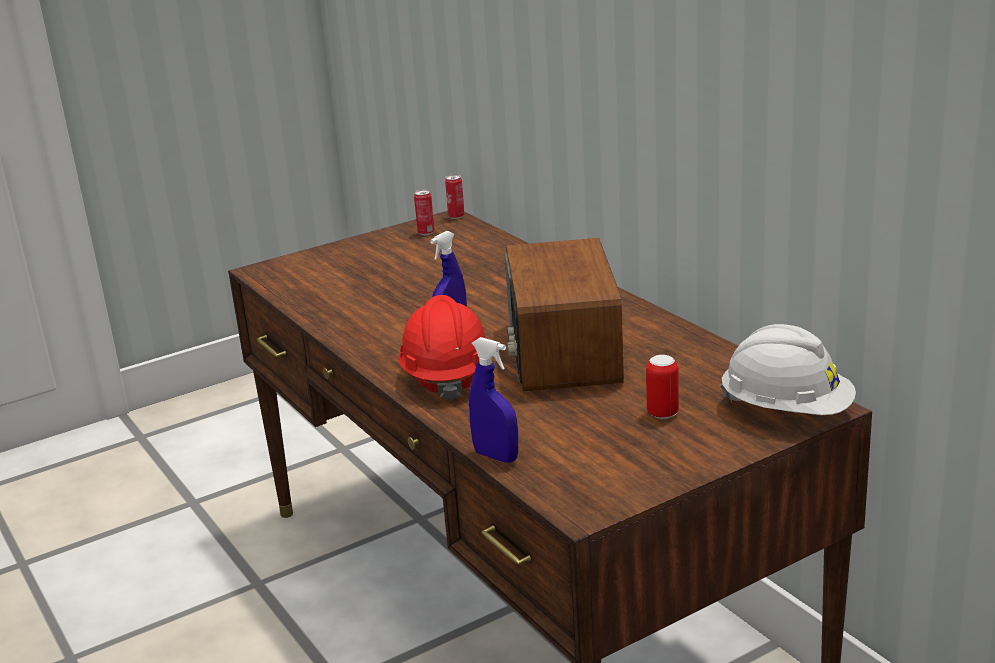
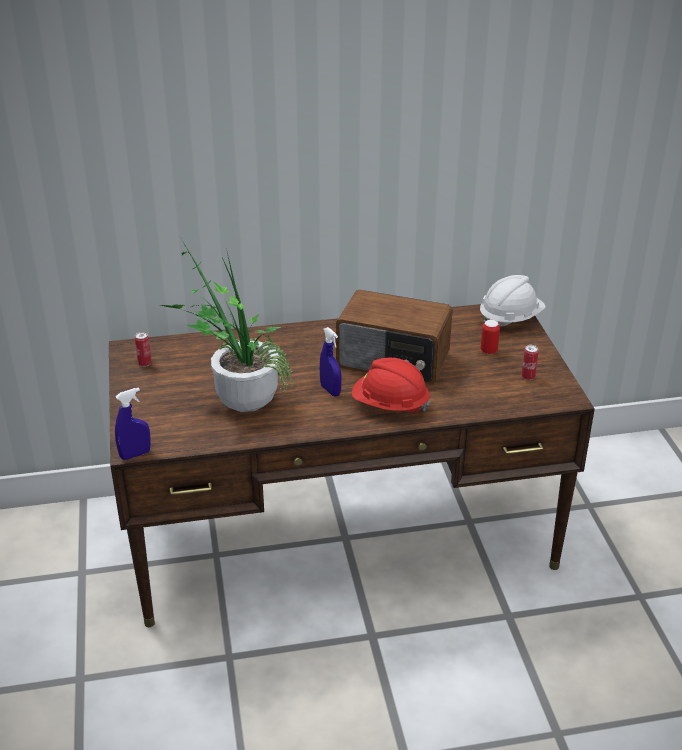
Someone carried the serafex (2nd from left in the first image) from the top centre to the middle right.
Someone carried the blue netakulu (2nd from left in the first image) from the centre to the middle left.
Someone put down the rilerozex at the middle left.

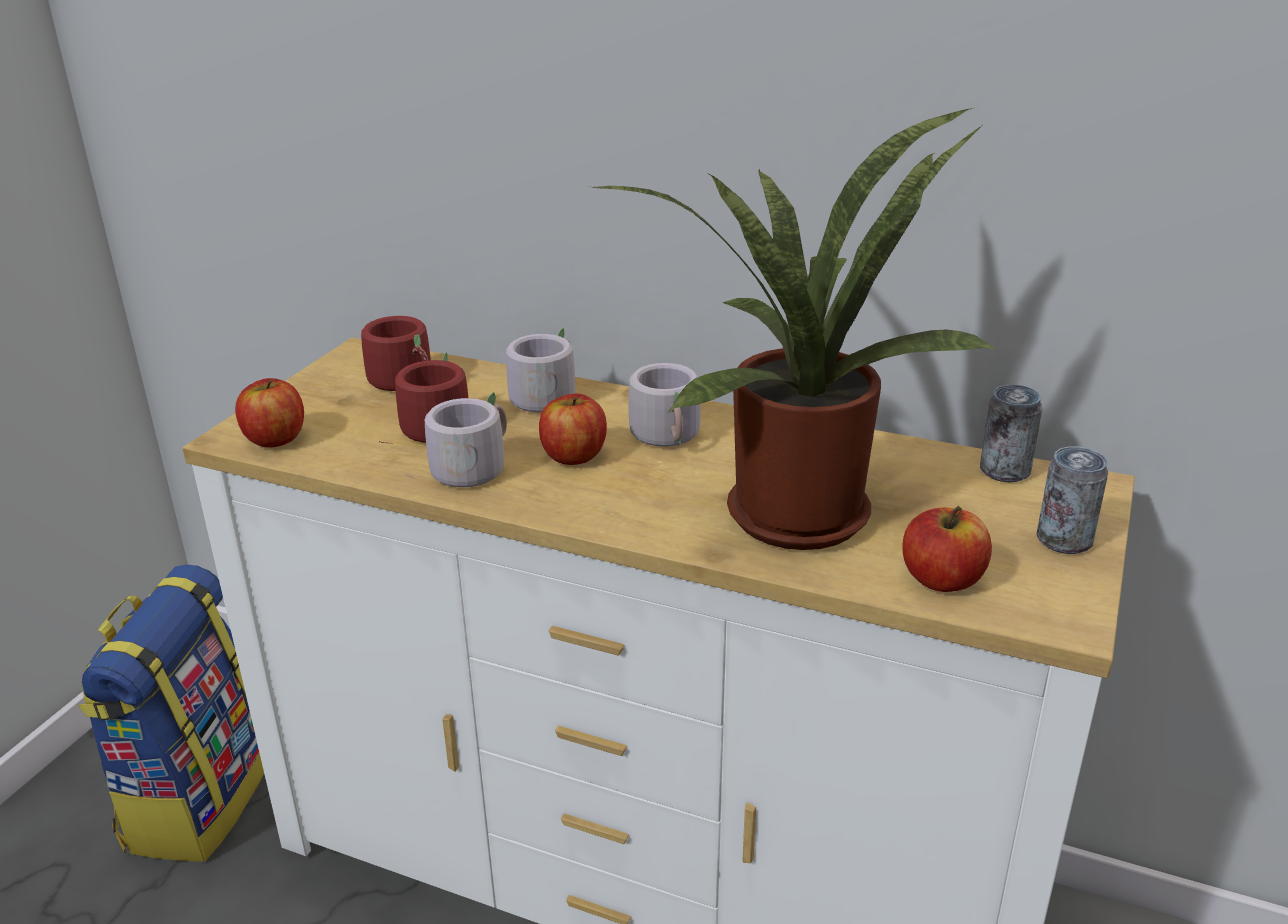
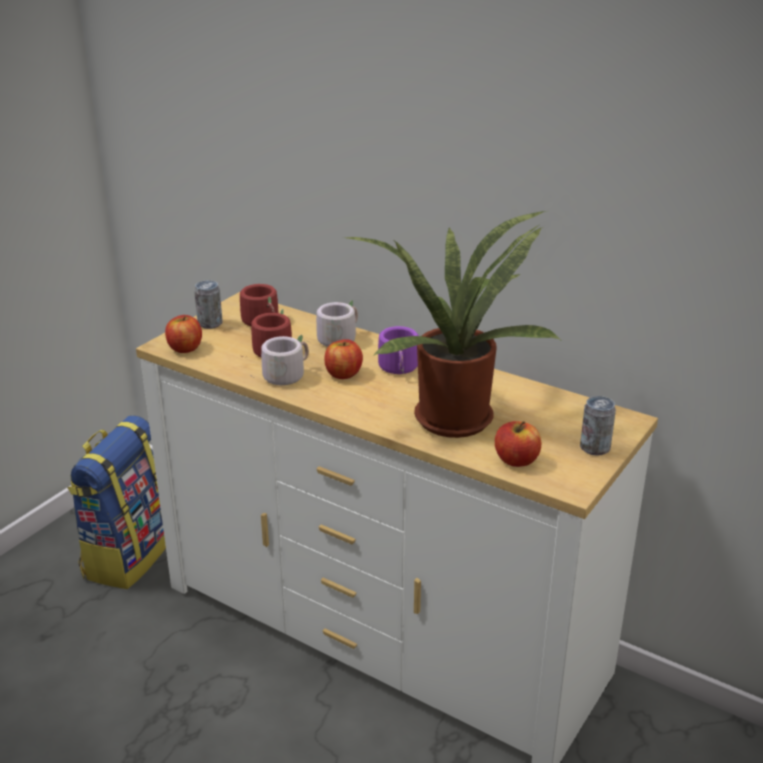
Someone repainted the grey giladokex (3rd from left) at the centre, which became the purple giladokex at the centre.
Someone carried the serafex (1st from left) from the middle right to the middle left.

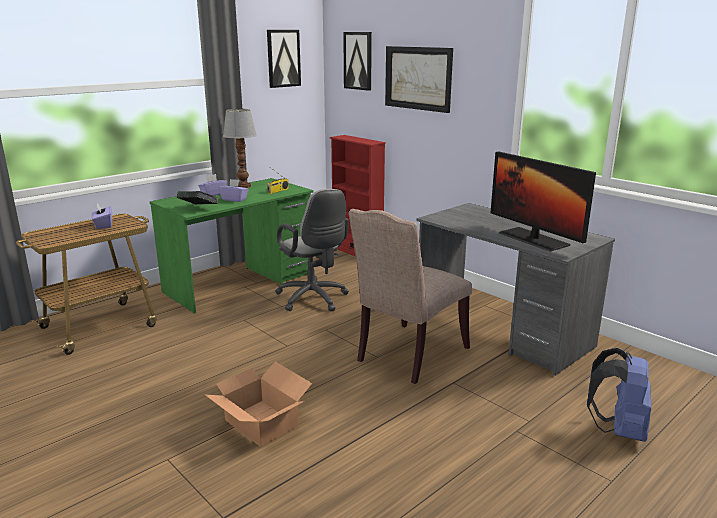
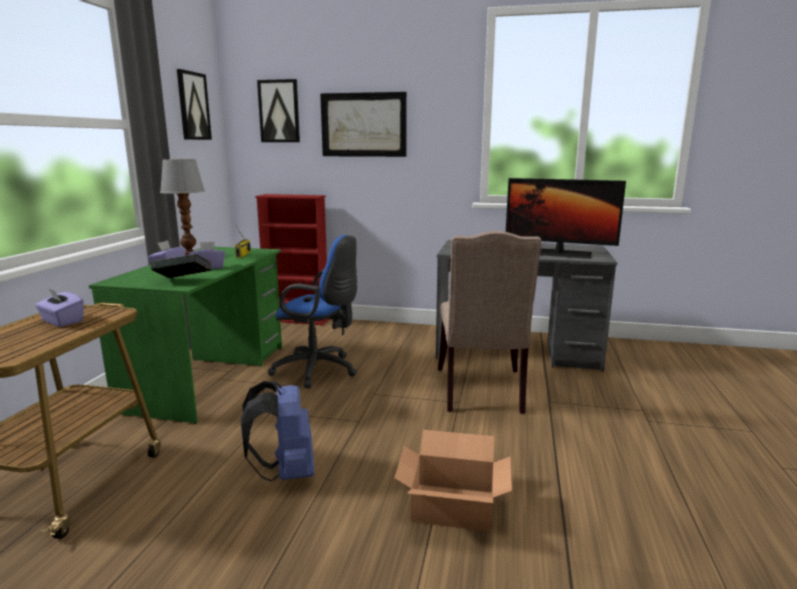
Someone repainted the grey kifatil at the centre, which became the blue kifatil at the centre.
Someone carried the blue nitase from the bottom right to the bottom centre.

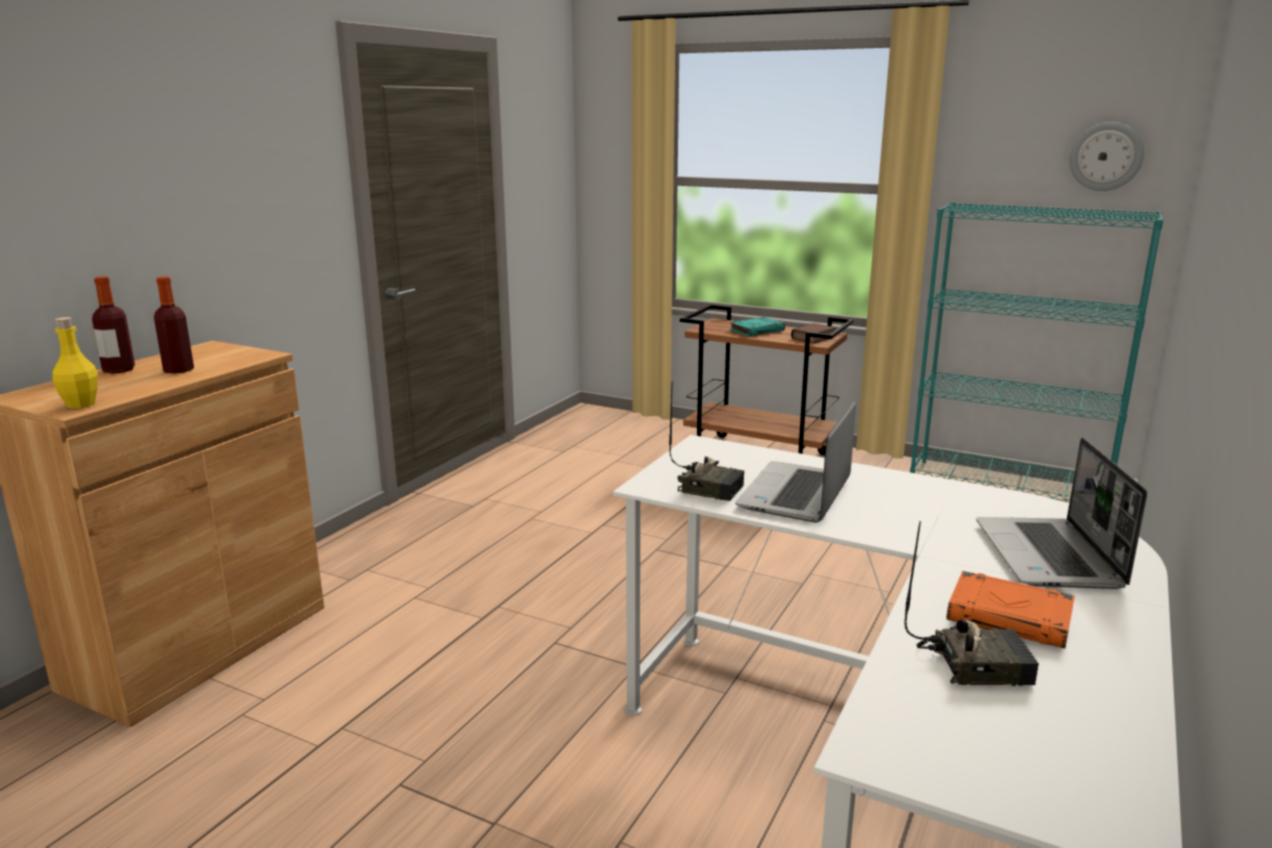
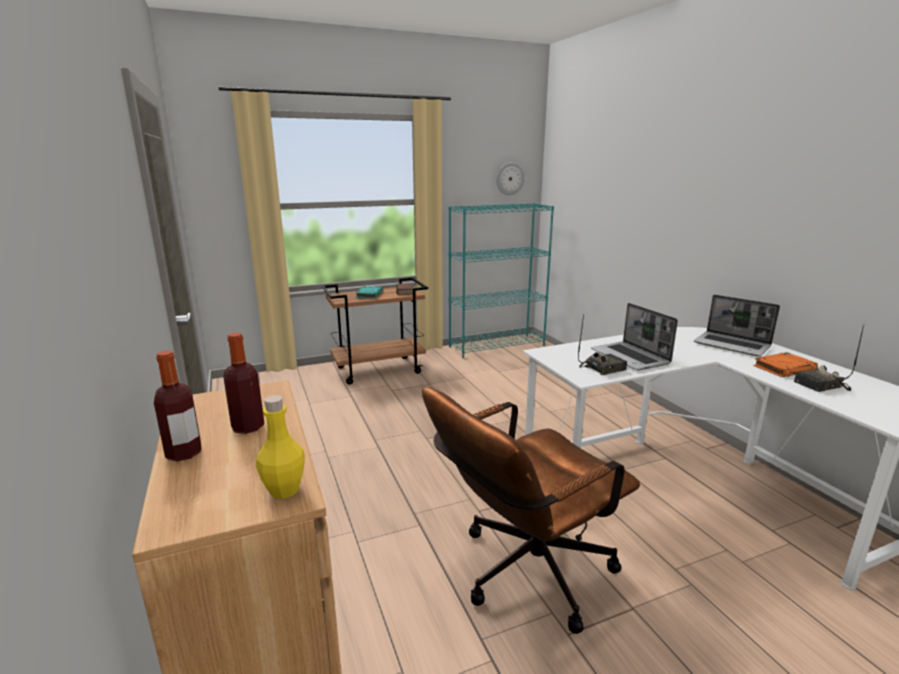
Someone rotated the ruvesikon (2nd from left) at the bottom right by 150 degrees counterclockwise.
Someone put down the brown kifatil at the bottom centre.

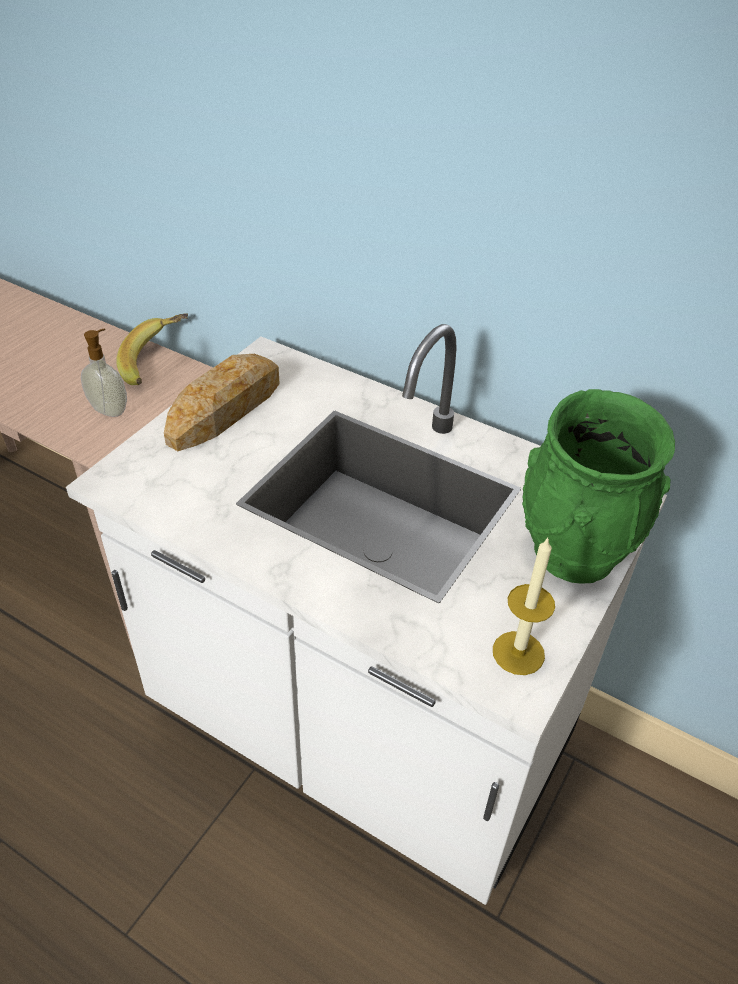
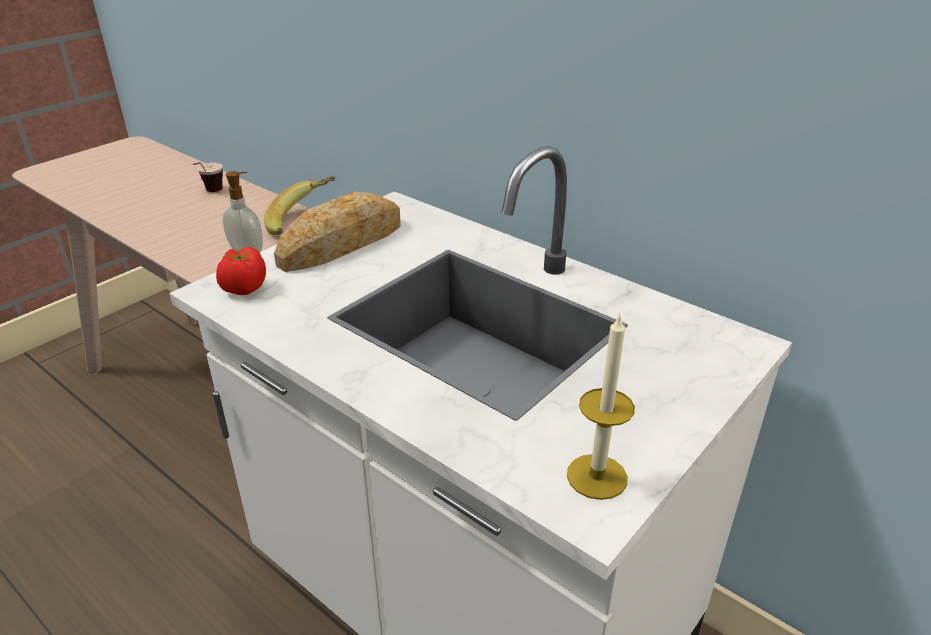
Someone took away the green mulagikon at the middle right.
Someone put down the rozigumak at the top left.
Someone put down the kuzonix at the middle left.

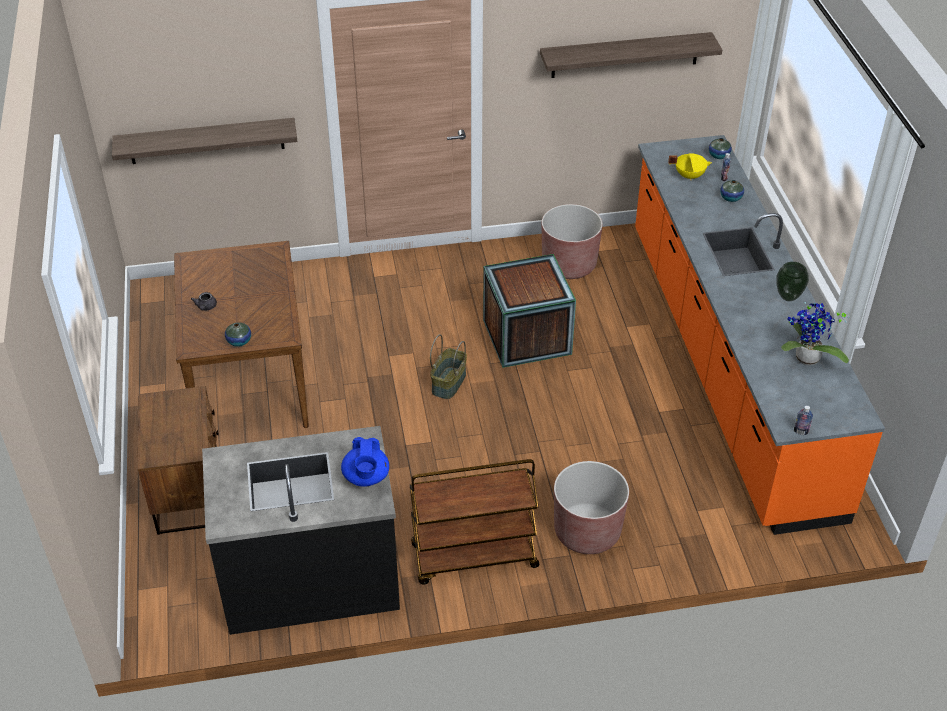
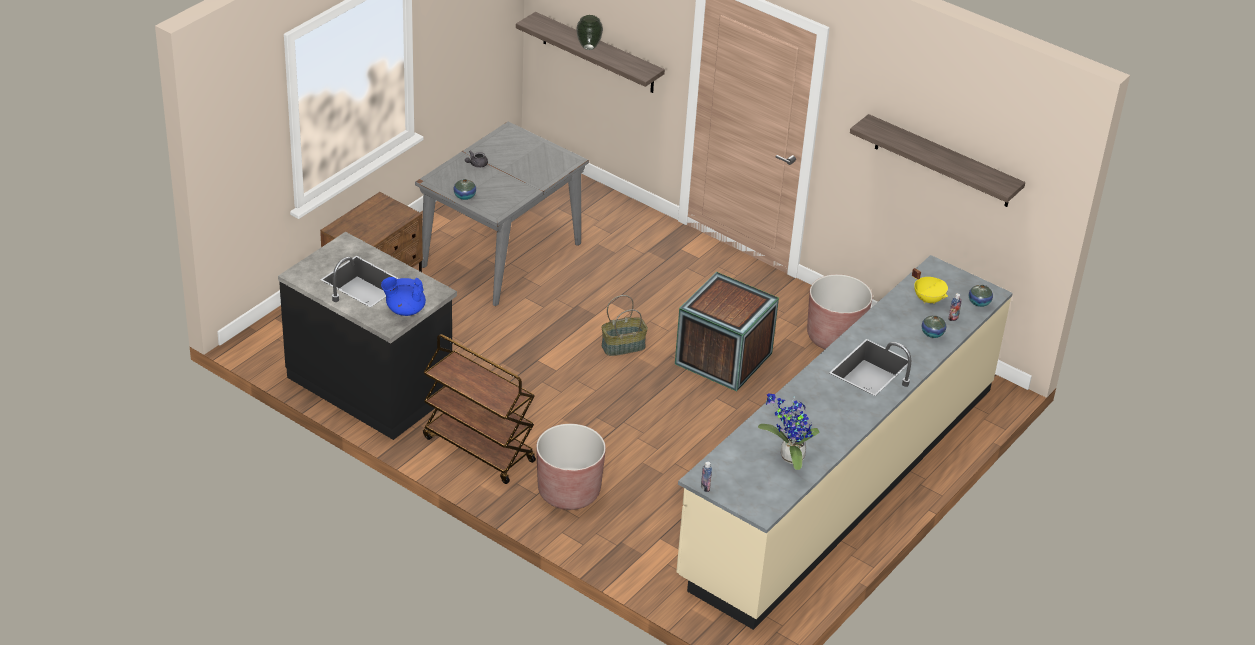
Someone repainted the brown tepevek at the middle left, which became the grey tepevek at the top centre.
Someone rotated the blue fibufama at the centre by 45 degrees clockwise.
Someone repainted the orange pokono at the middle right, which became the beige pokono at the bottom right.
Someone carried the mulagikon (4th from left in the first image) from the middle right to the top centre.

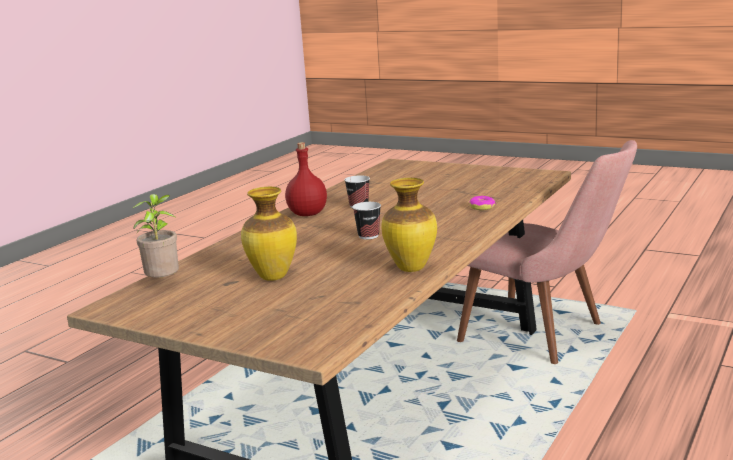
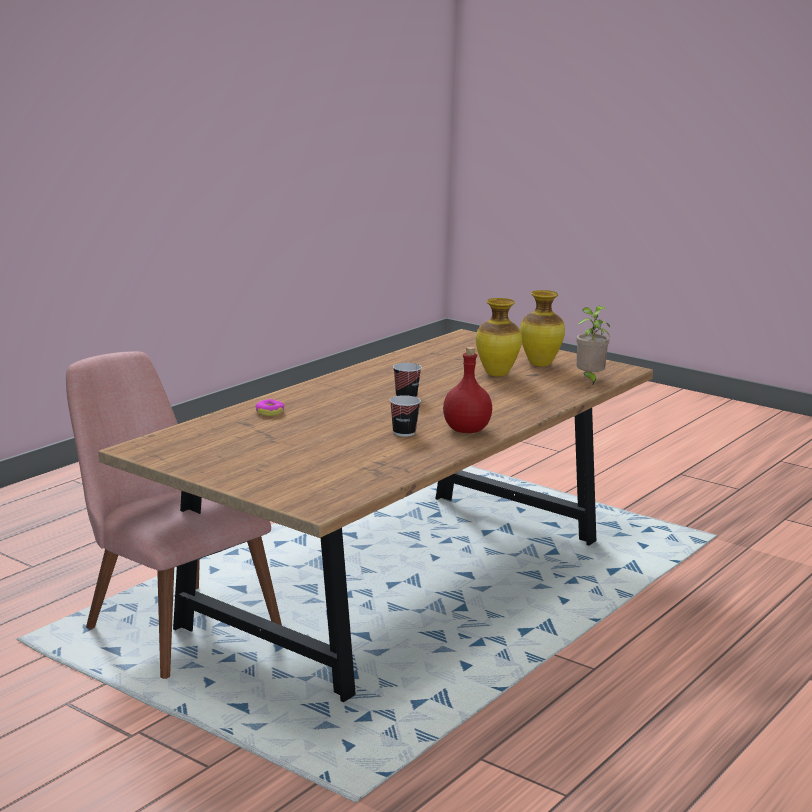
Someone carried the mulagikon (2nd from left) from the centre to the middle right.

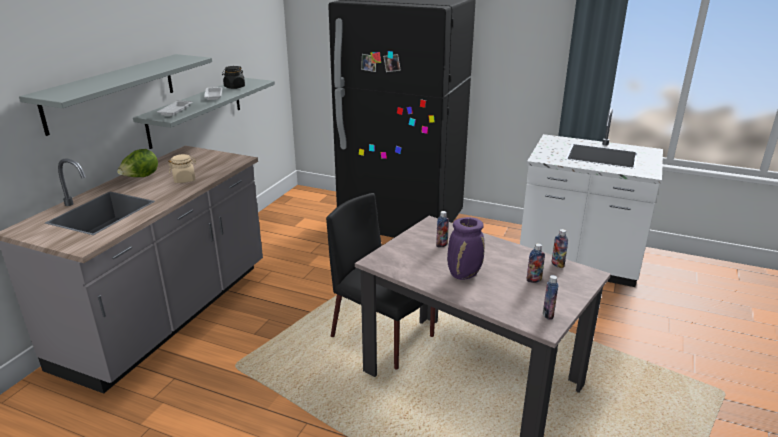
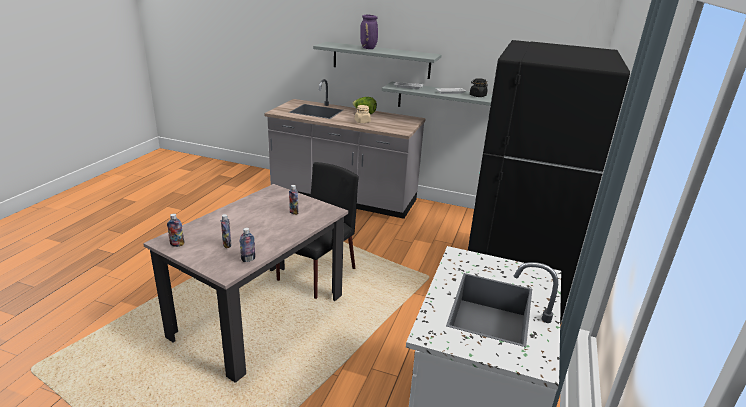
Someone carried the purple mulagikon from the centre to the top centre.

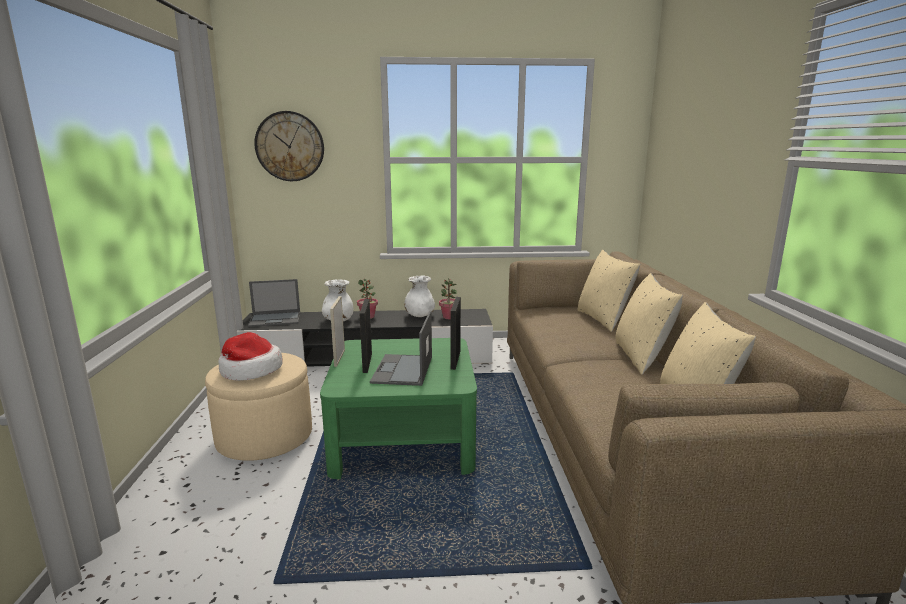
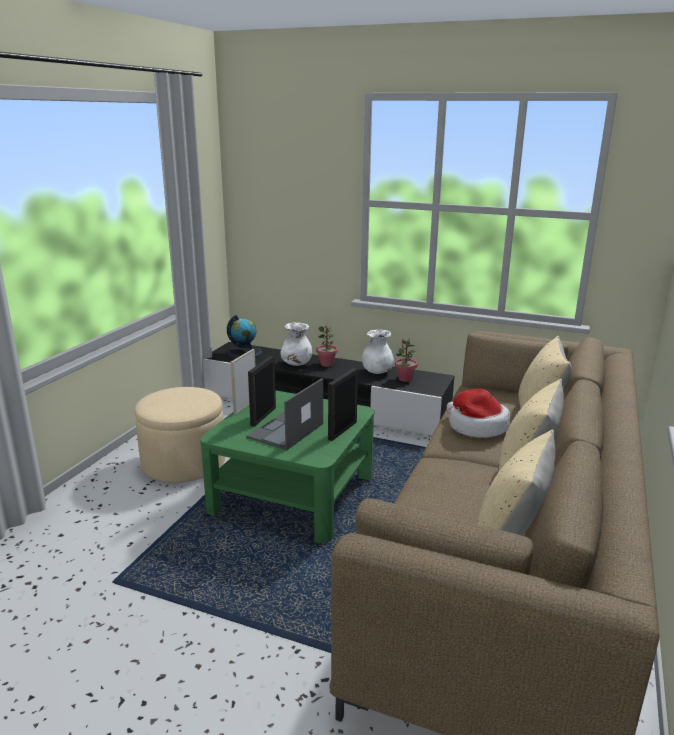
Someone carried the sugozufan from the middle left to the middle right.
Someone swapped the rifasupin (1st from left) at the middle left for the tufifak at the centre.
Someone took away the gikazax at the top left.

